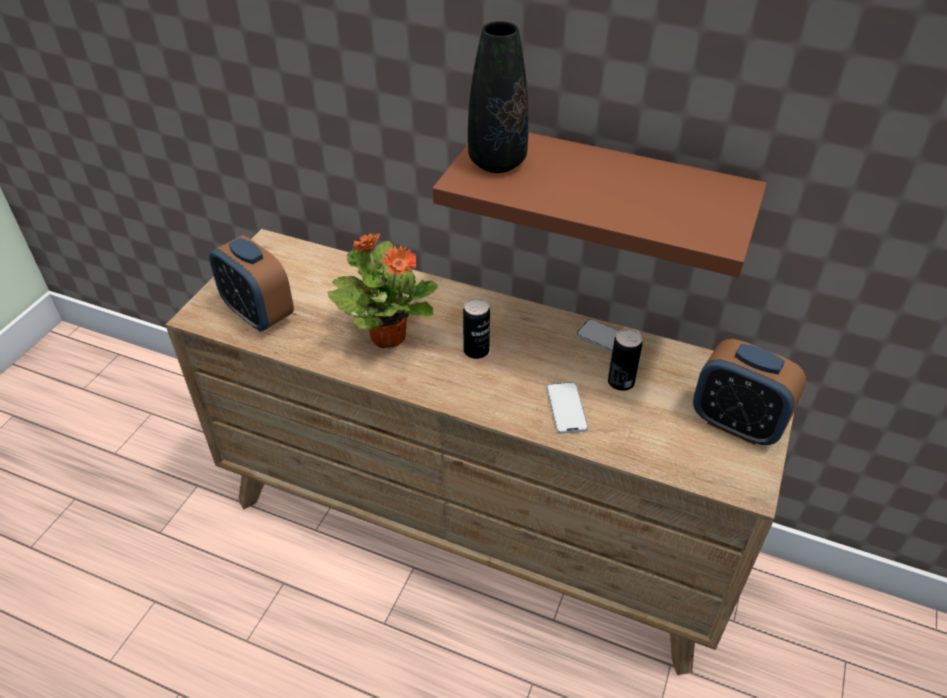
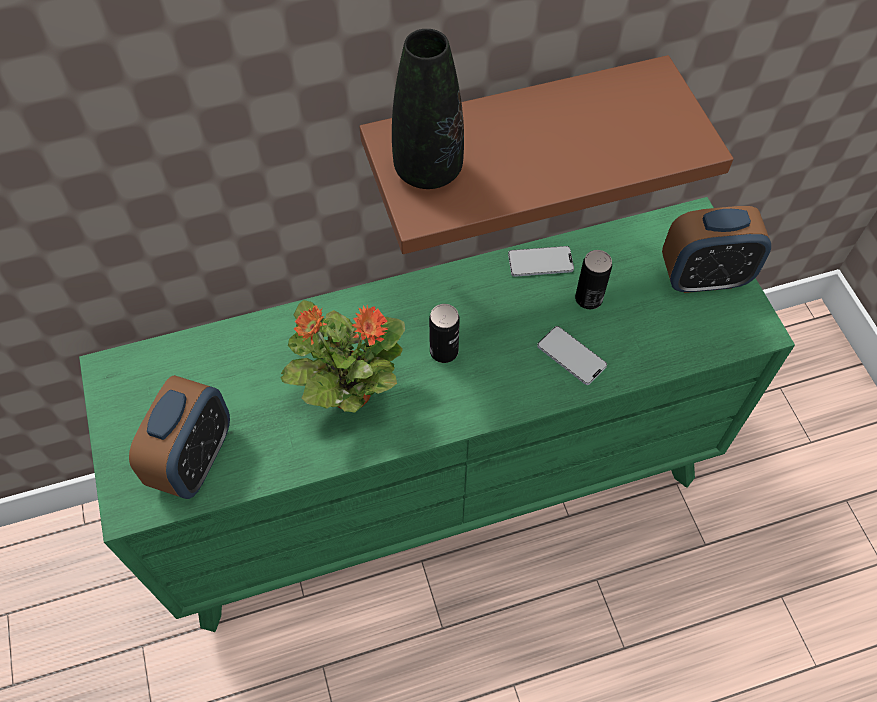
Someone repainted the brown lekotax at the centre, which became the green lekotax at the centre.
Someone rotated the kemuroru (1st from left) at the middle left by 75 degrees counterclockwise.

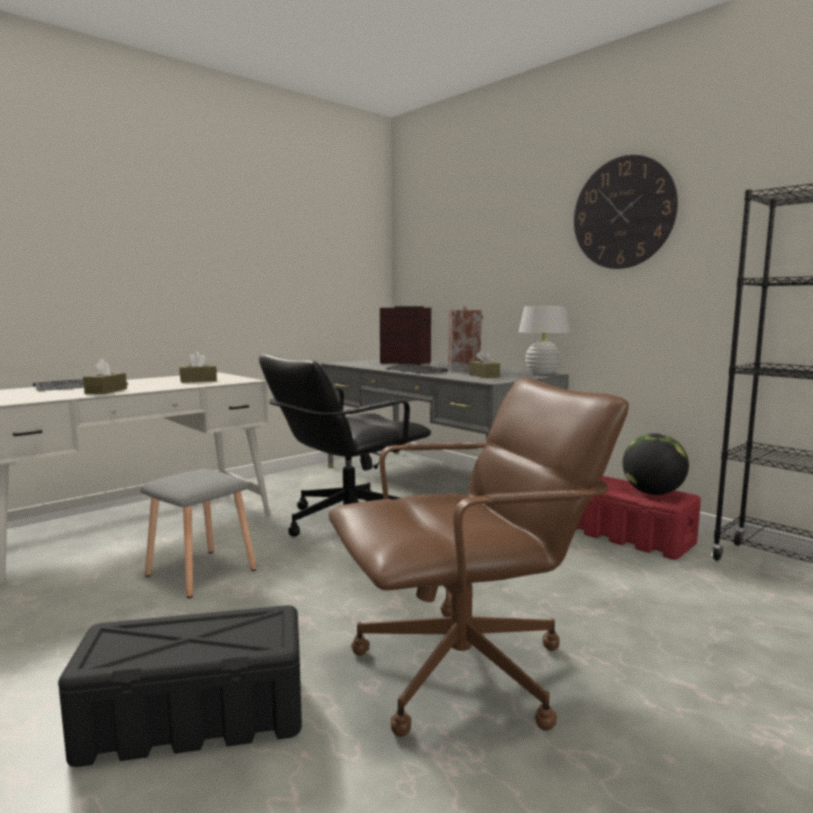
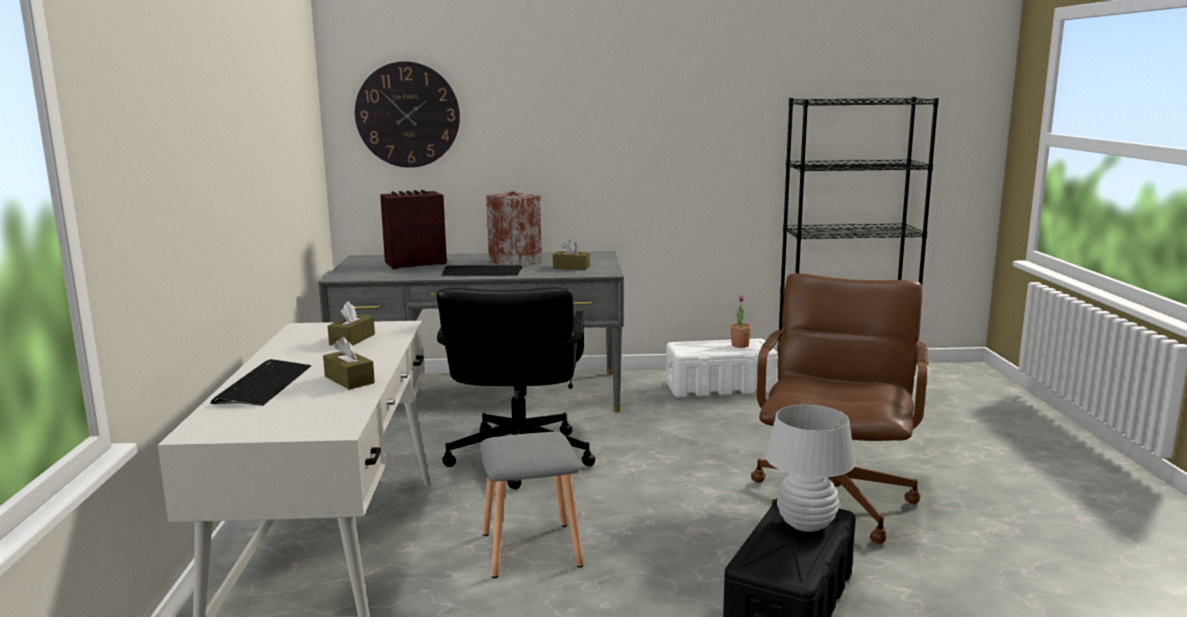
Someone carried the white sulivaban from the middle right to the bottom right.
Someone carried the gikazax from the top right to the top centre.
Someone repainted the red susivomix at the middle right, which became the white susivomix at the centre.
Someone swapped the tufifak at the middle right for the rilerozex at the centre.

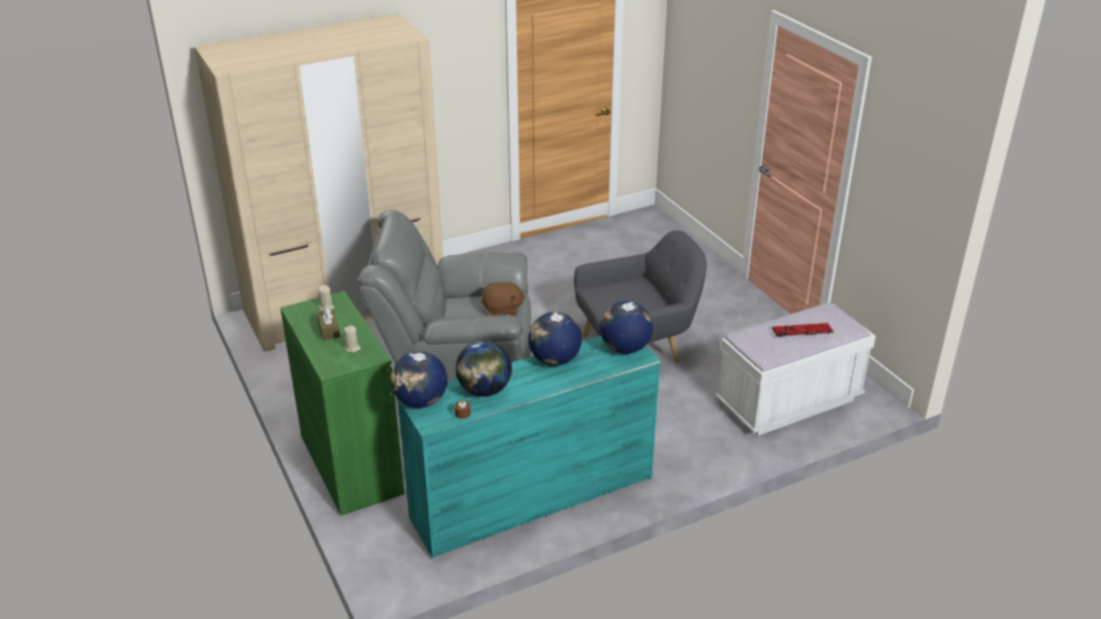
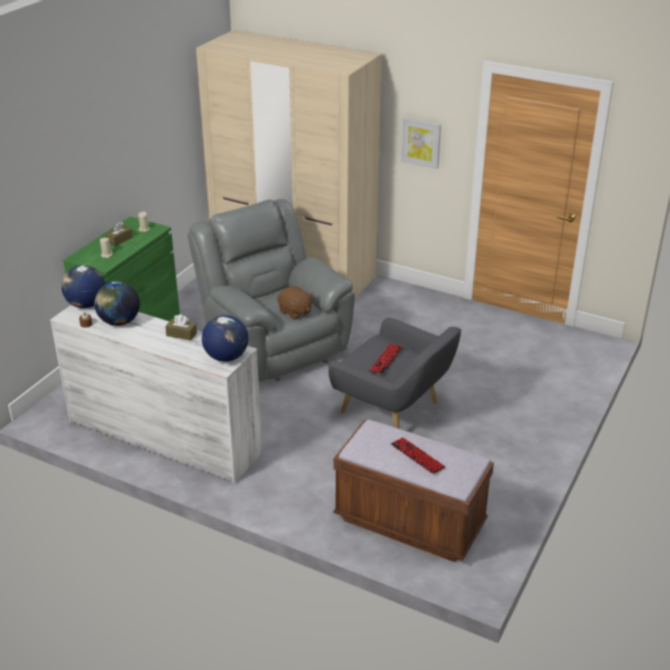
Someone repainted the turquoise lekotax at the bottom centre, which became the white lekotax at the middle left.
Someone swapped the tufifak (3rd from left) at the centre for the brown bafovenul (2nd from left) at the middle left.
Someone repainted the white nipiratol at the middle right, which became the brown nipiratol at the bottom centre.
Someone put down the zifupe (1st from left) at the centre.
Someone put up the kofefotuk at the top centre.

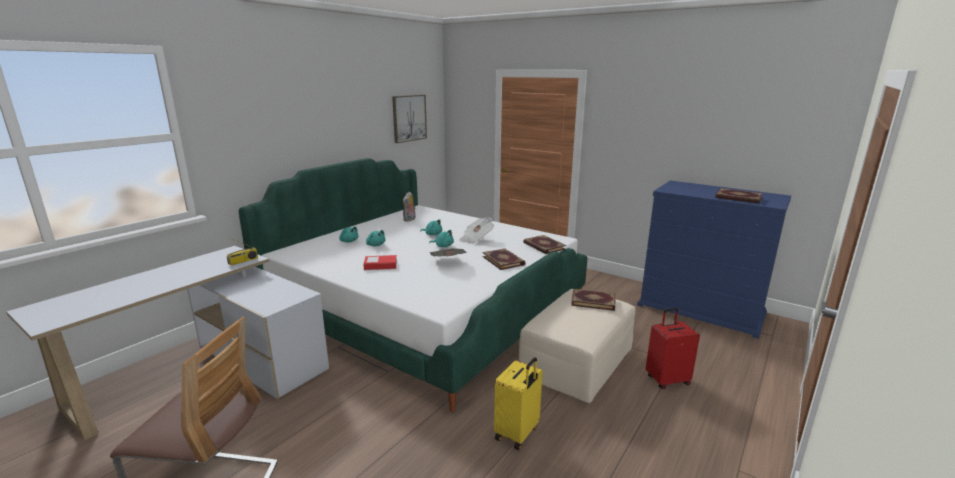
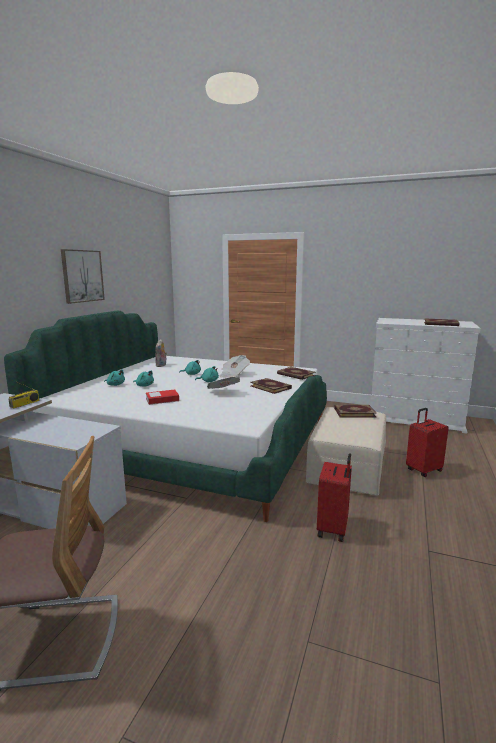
Someone carried the kofefotuk from the top centre to the middle left.
Someone repainted the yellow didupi at the bottom centre, which became the red didupi (1st from left) at the bottom right.
Someone repainted the blue lekotax at the middle right, which became the white lekotax at the middle right.

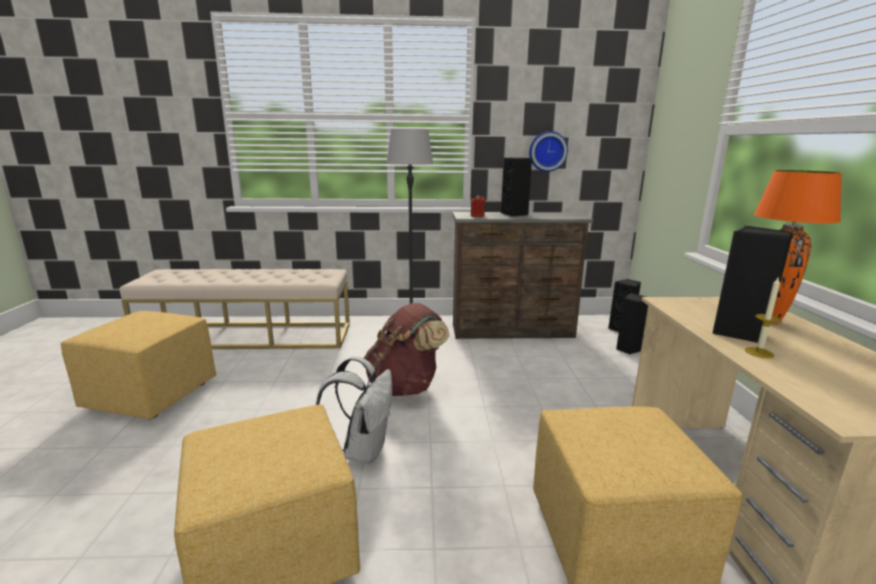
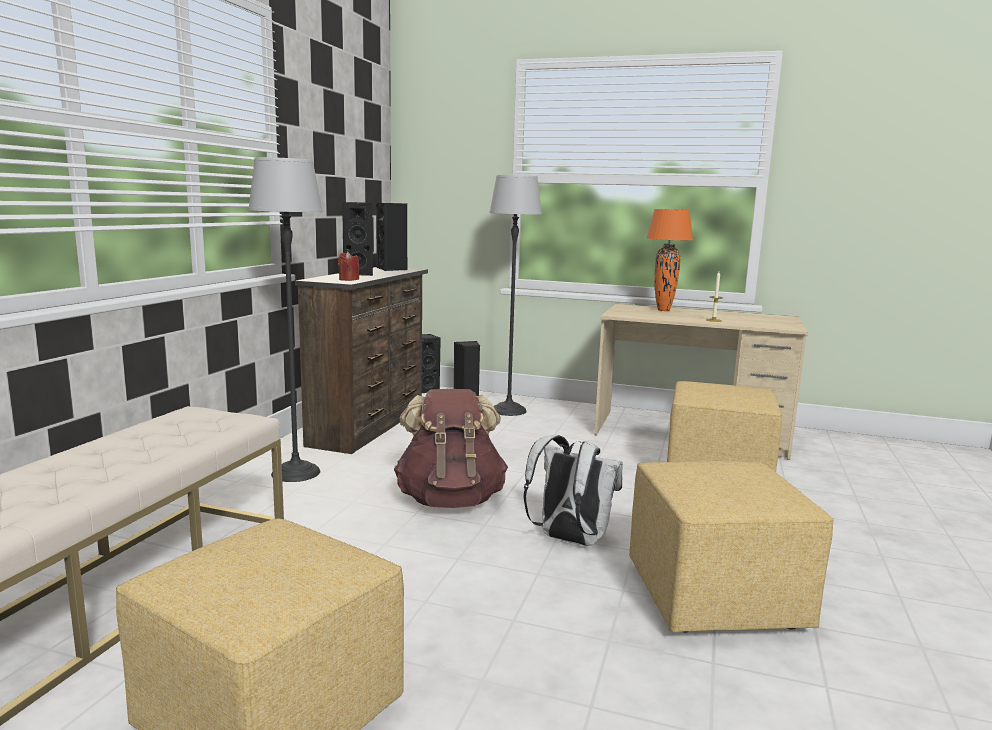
Someone took away the gikazax at the top centre.
Someone carried the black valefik (4th from left in the first image) from the middle right to the top centre.
Someone put down the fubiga (2nd from left) at the centre.

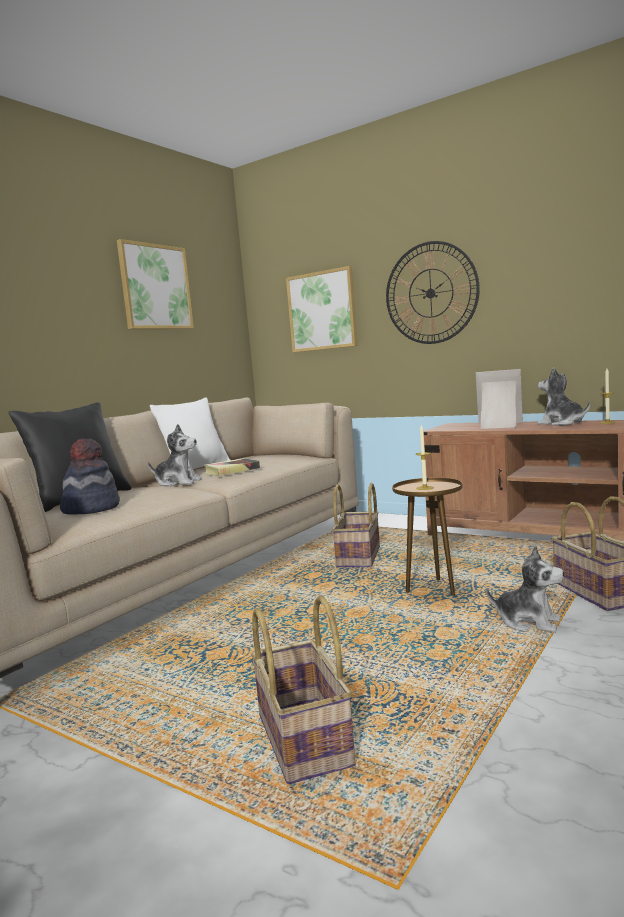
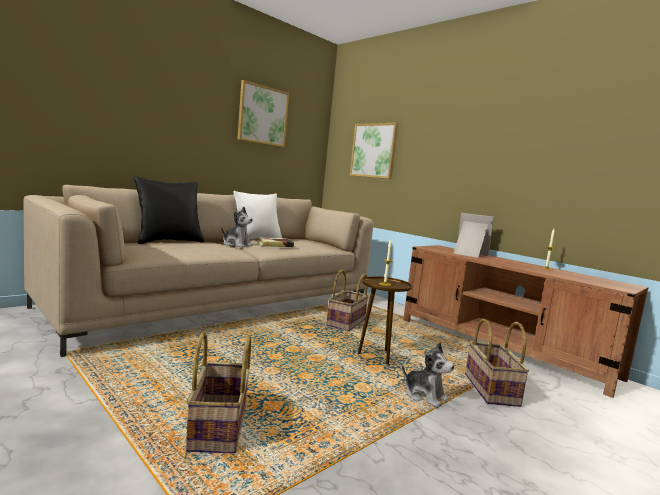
Someone took away the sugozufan at the middle left.
Someone took away the gikazax at the top right.
Someone took away the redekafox (3rd from left) at the middle right.

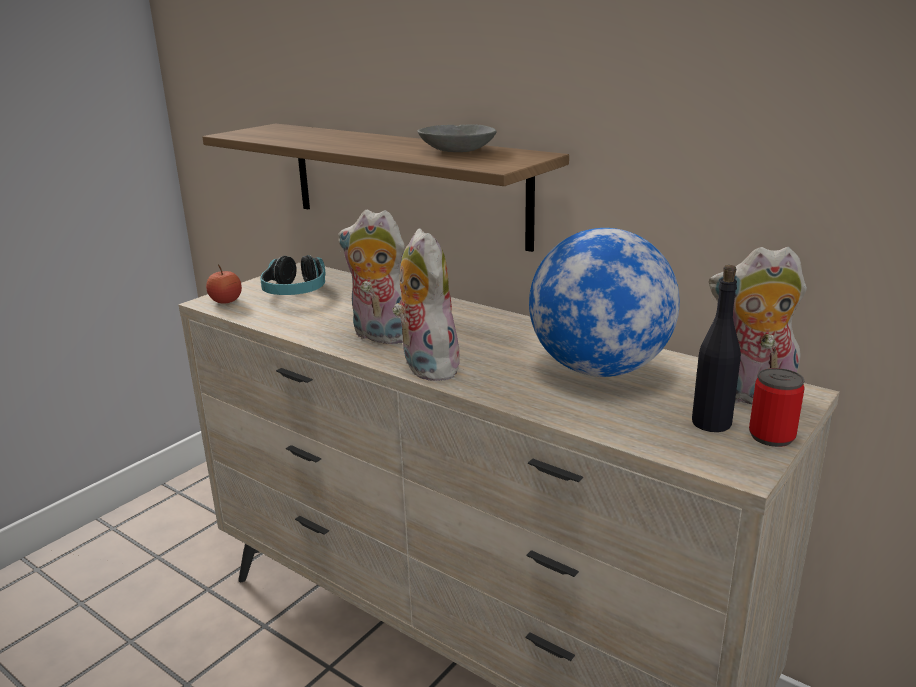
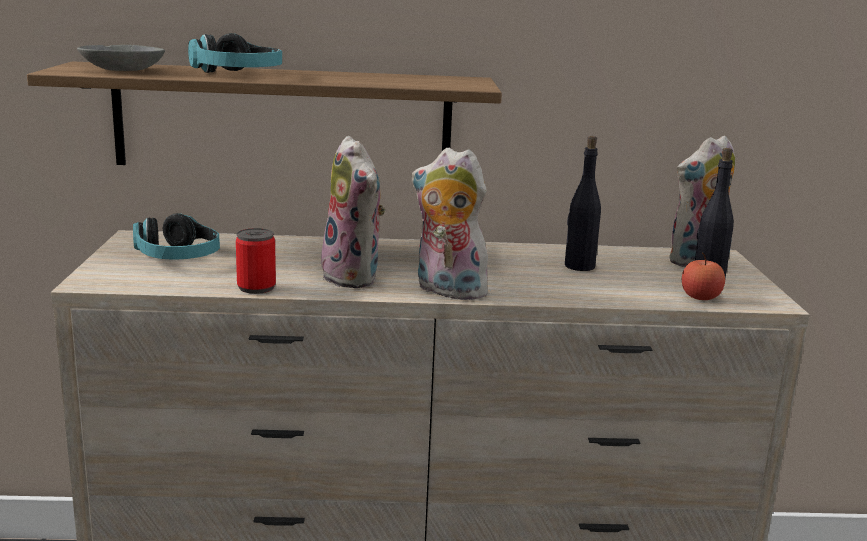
Someone carried the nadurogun from the middle left to the middle right.
Someone rotated the redekafox (1st from left) at the centre by 105 degrees counterclockwise.
Someone carried the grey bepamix from the top centre to the top left.
Someone swapped the tufifak at the centre for the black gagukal (1st from left) at the middle right.
Someone carried the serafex from the middle right to the middle left.
Someone put down the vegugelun (2nd from left) at the top left.

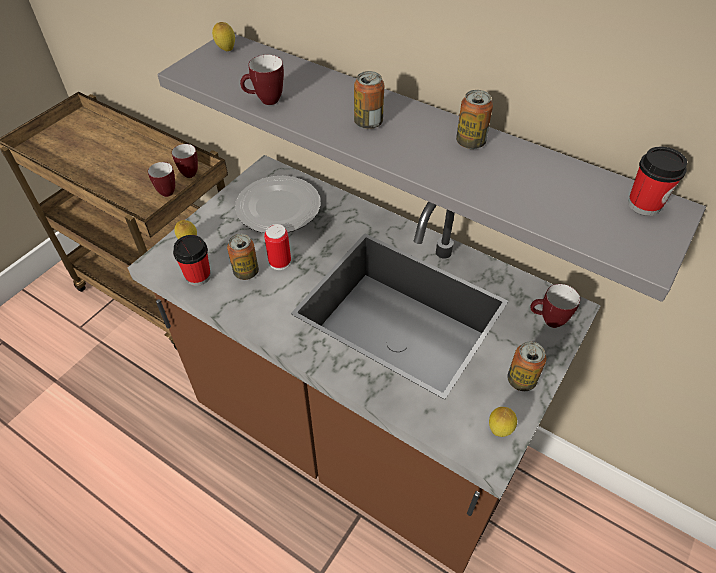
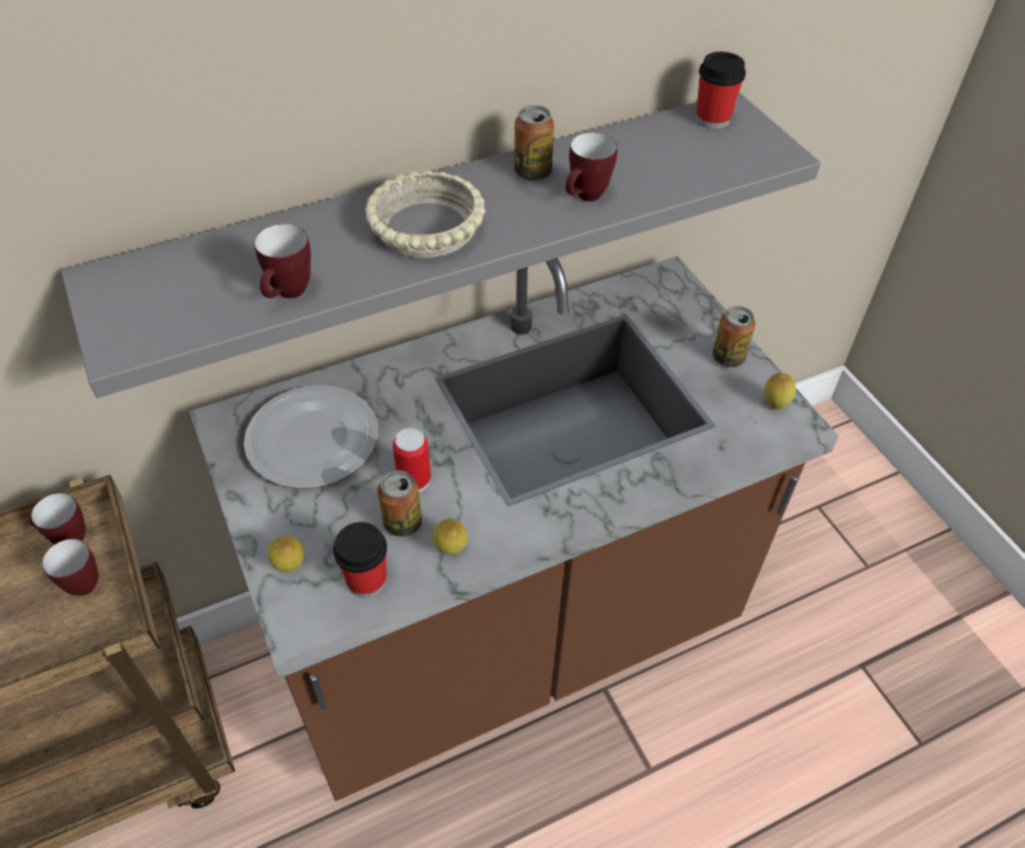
Someone carried the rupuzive (2nd from left) from the top left to the centre.
Someone swapped the serafex (3rd from left) at the top centre for the beige bepamix at the top centre.
Someone carried the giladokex (4th from left) from the middle right to the top centre.

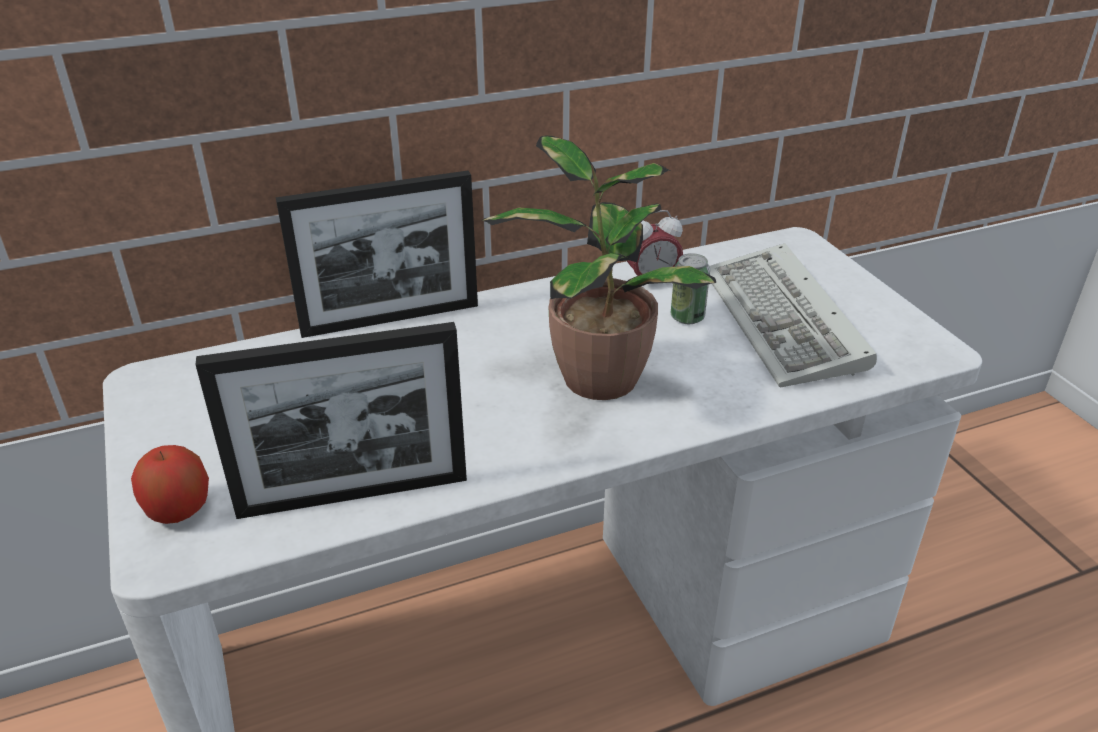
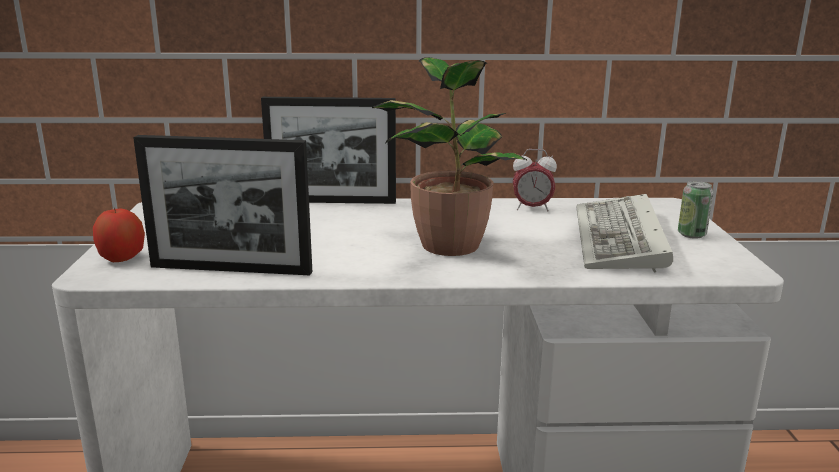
Someone carried the serafex from the centre to the middle right.

